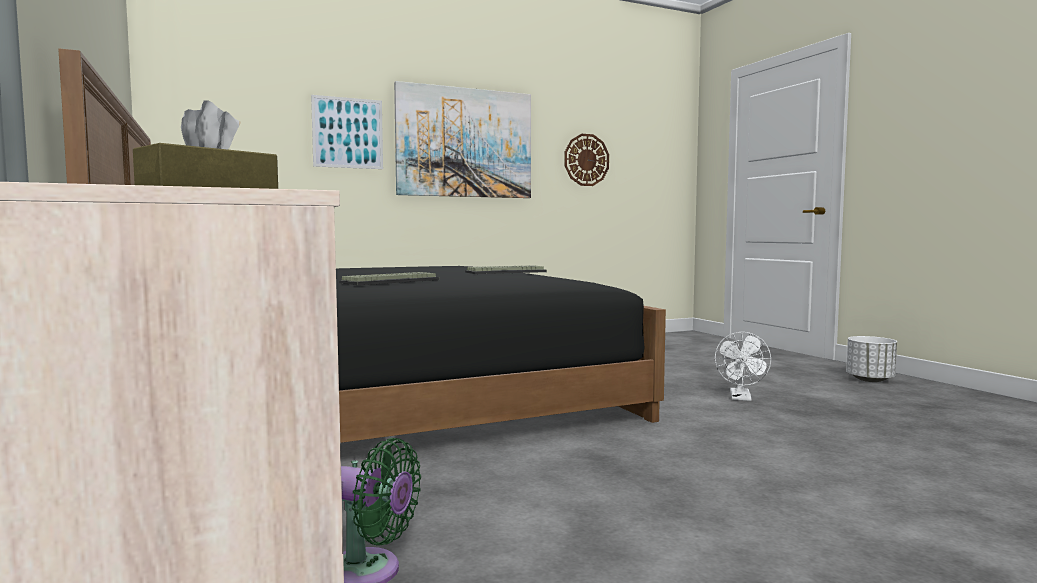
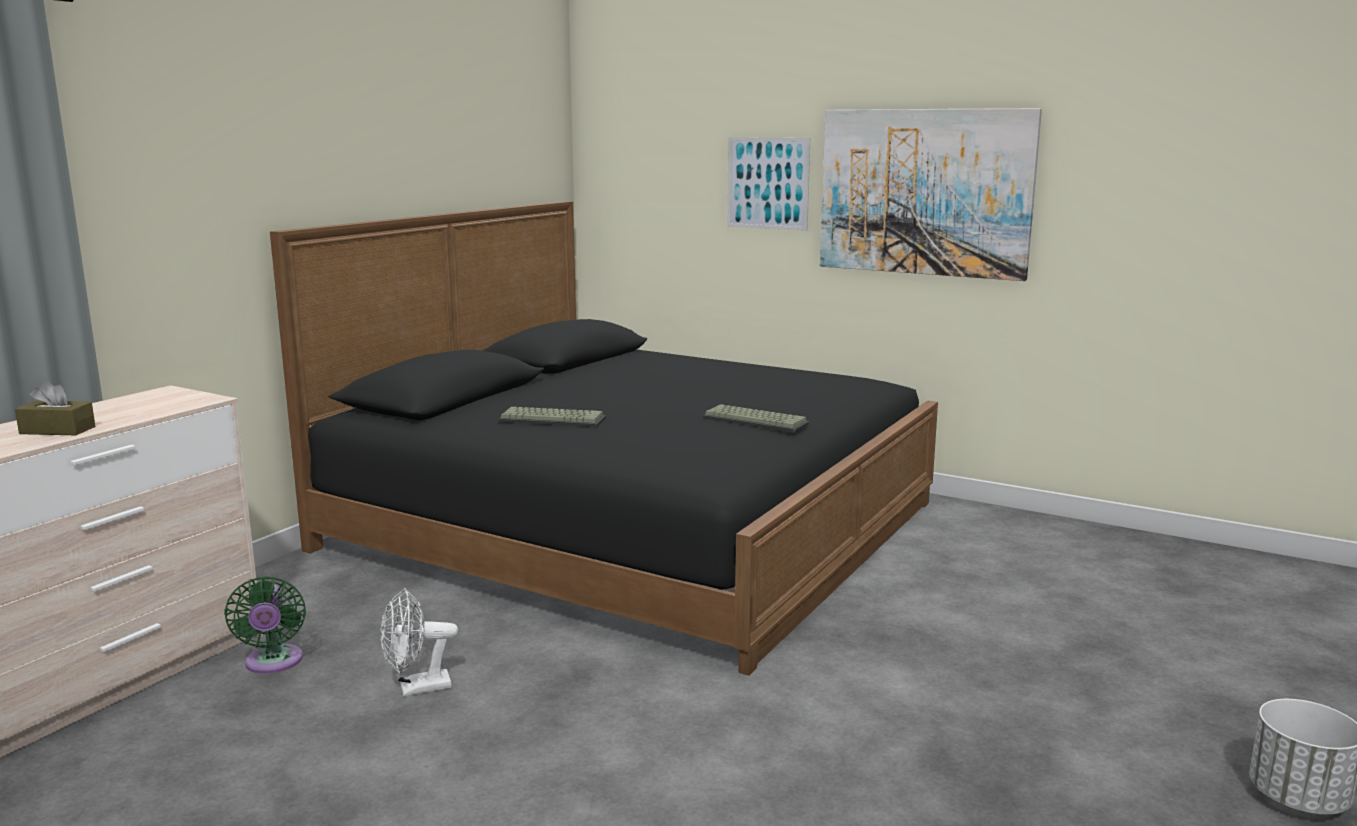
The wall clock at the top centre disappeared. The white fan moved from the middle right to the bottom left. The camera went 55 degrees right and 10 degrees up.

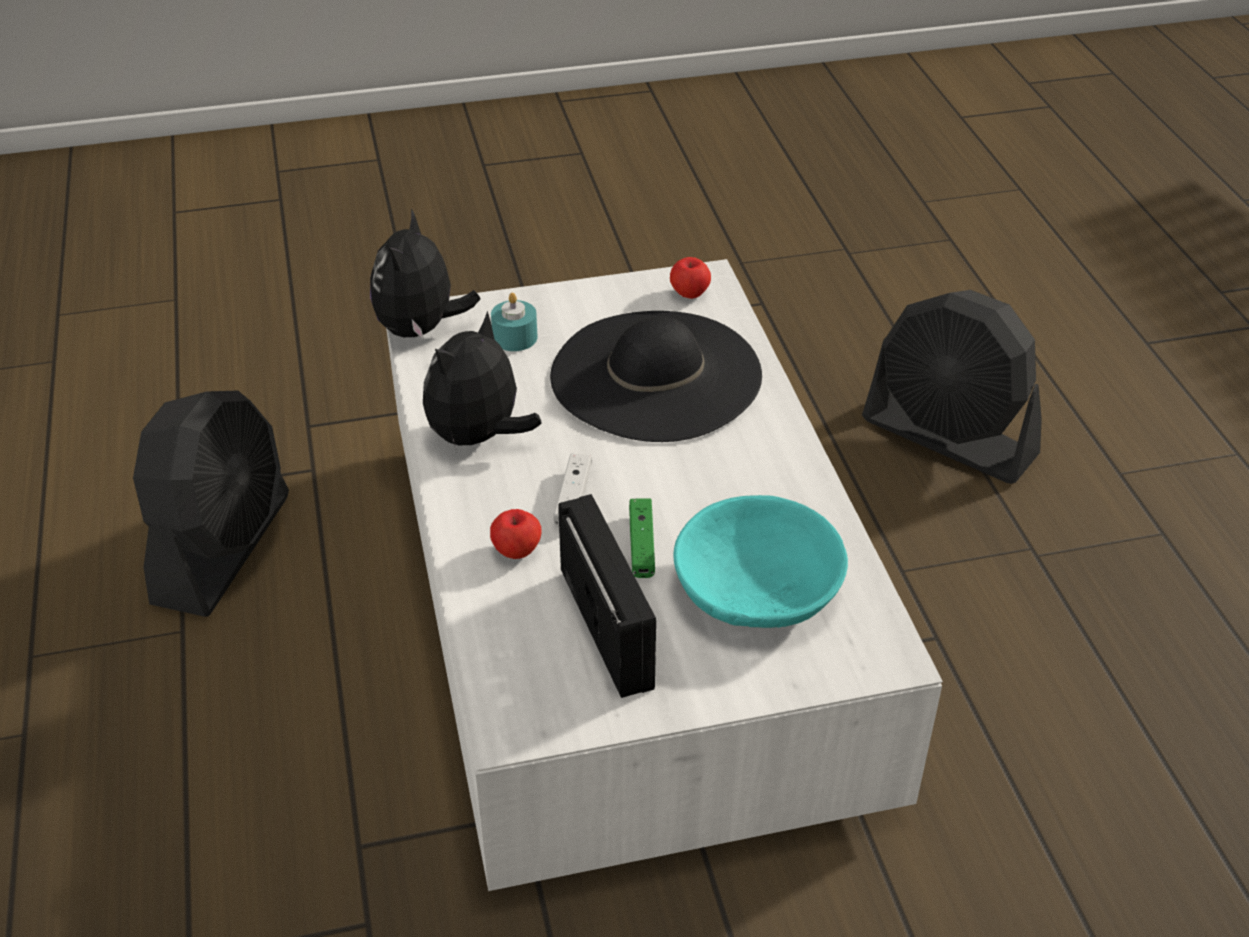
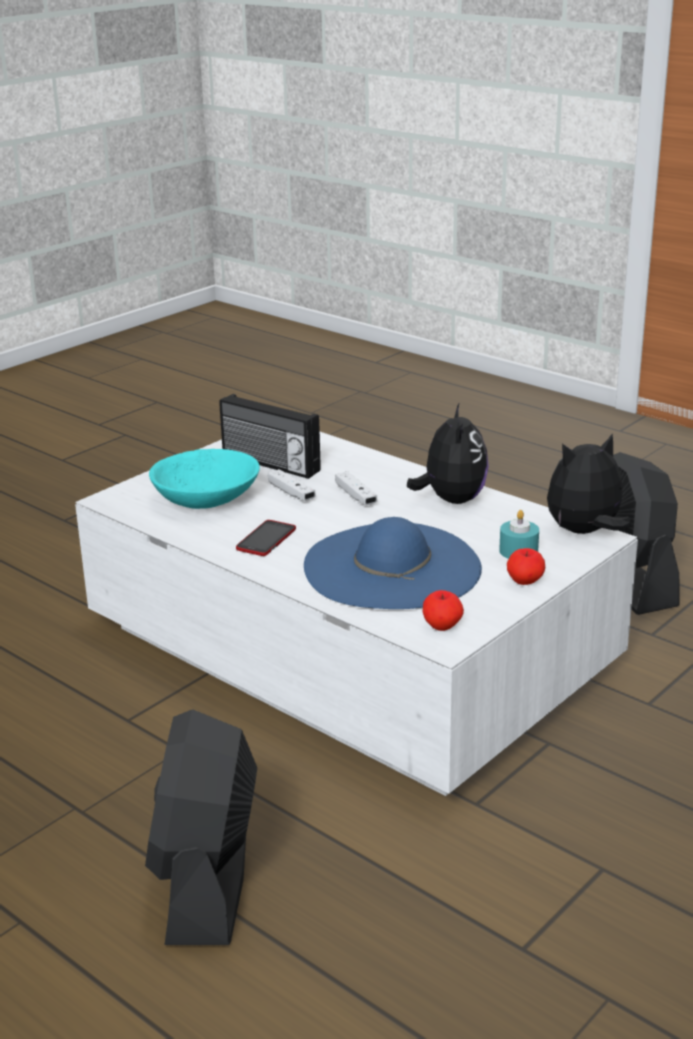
The phone at the centre appeared. The apple (1st from left in the first image) moved from the centre to the middle right. The black hat at the centre became the blue hat at the centre. The green game controller at the centre became the white game controller (1st from left) at the centre. The plush toy (1st from left in the first image) at the top centre turned 90 degrees counterclockwise. The black fan (2nd from left in the first image) at the middle right turned 90 degrees counterclockwise. The camera went 145 degrees right and 15 degrees down.

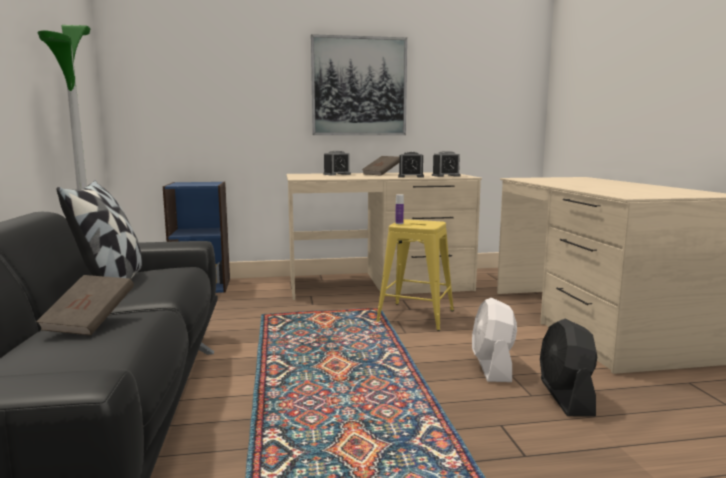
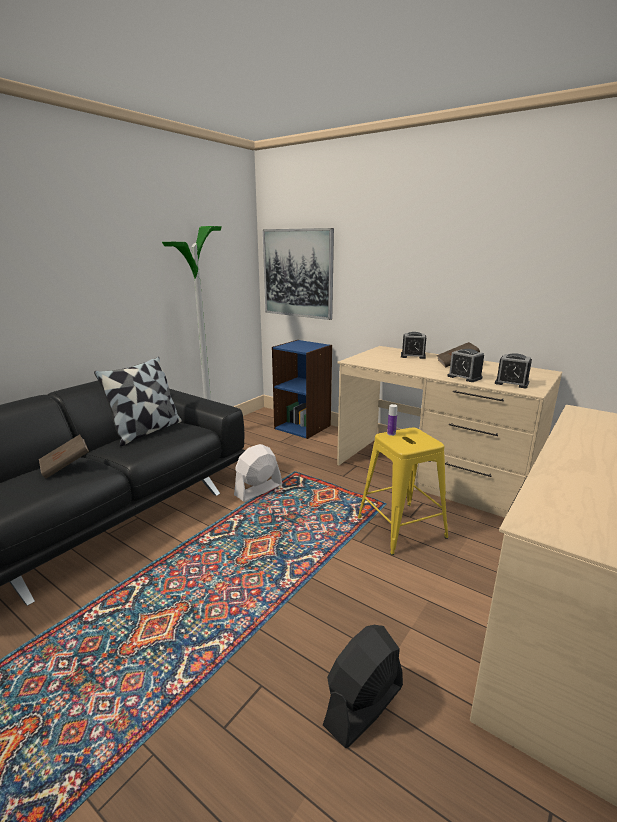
The picture moved from the top centre to the centre. The white fan moved from the bottom right to the centre. The camera went 45 degrees right and 10 degrees up.

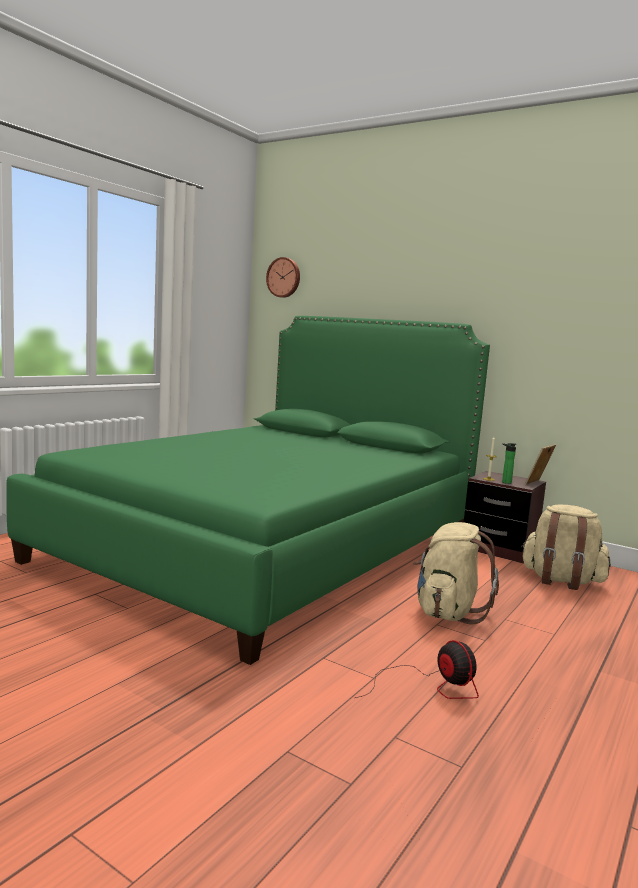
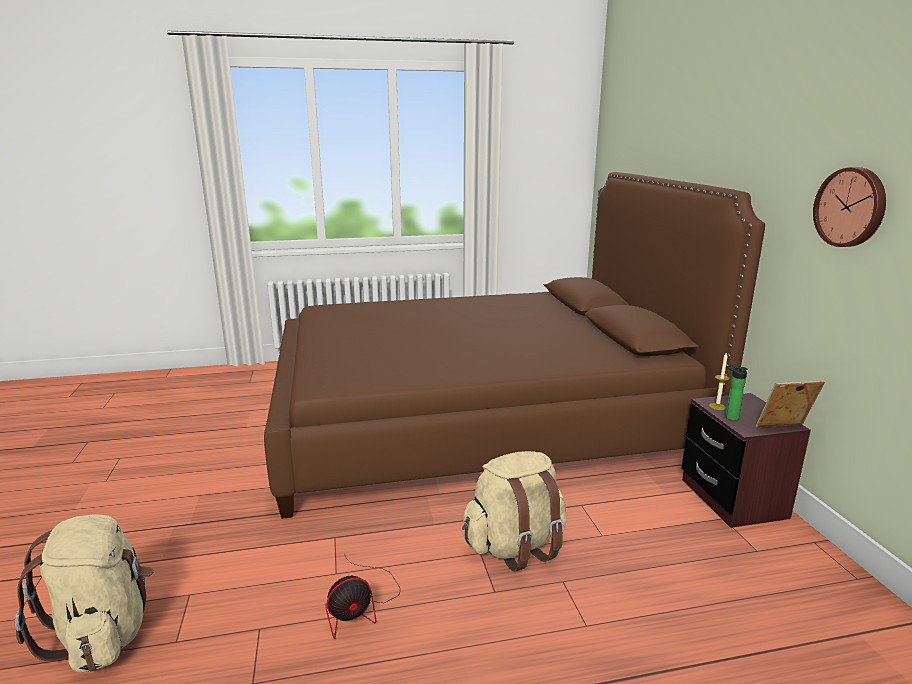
The wall clock moved from the top centre to the top right. The beige backpack (2nd from left in the first image) moved from the middle right to the bottom left. The green bed at the centre became the brown bed at the centre. The fan at the bottom centre turned 45 degrees clockwise. The camera went 45 degrees right and 10 degrees up.

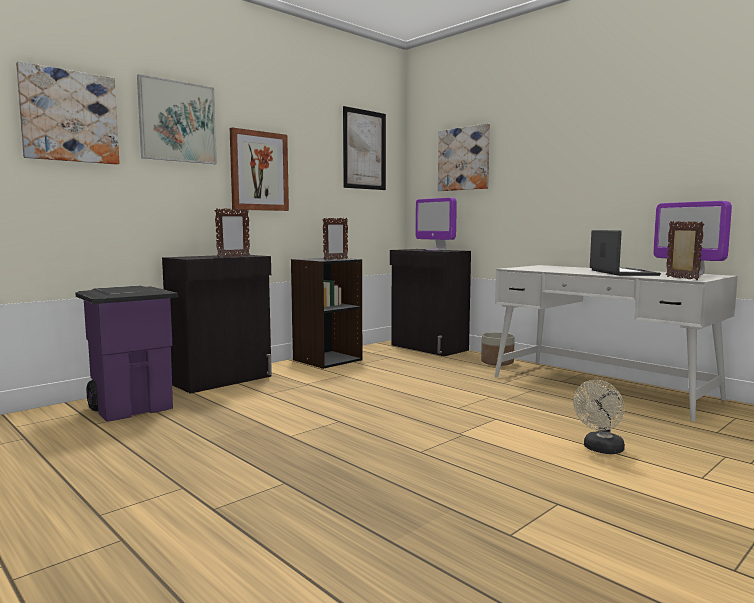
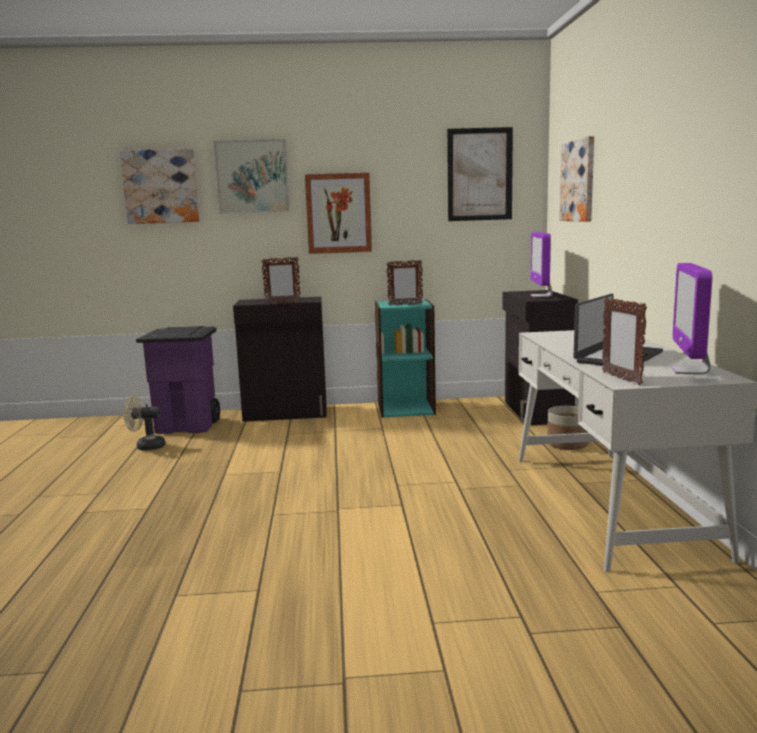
The beige fan moved from the bottom right to the middle left. The black bookcase at the centre became the turquoise bookcase at the centre. The picture frame (3rd from left) at the middle right turned 135 degrees clockwise. The camera went 40 degrees right and 5 degrees up.

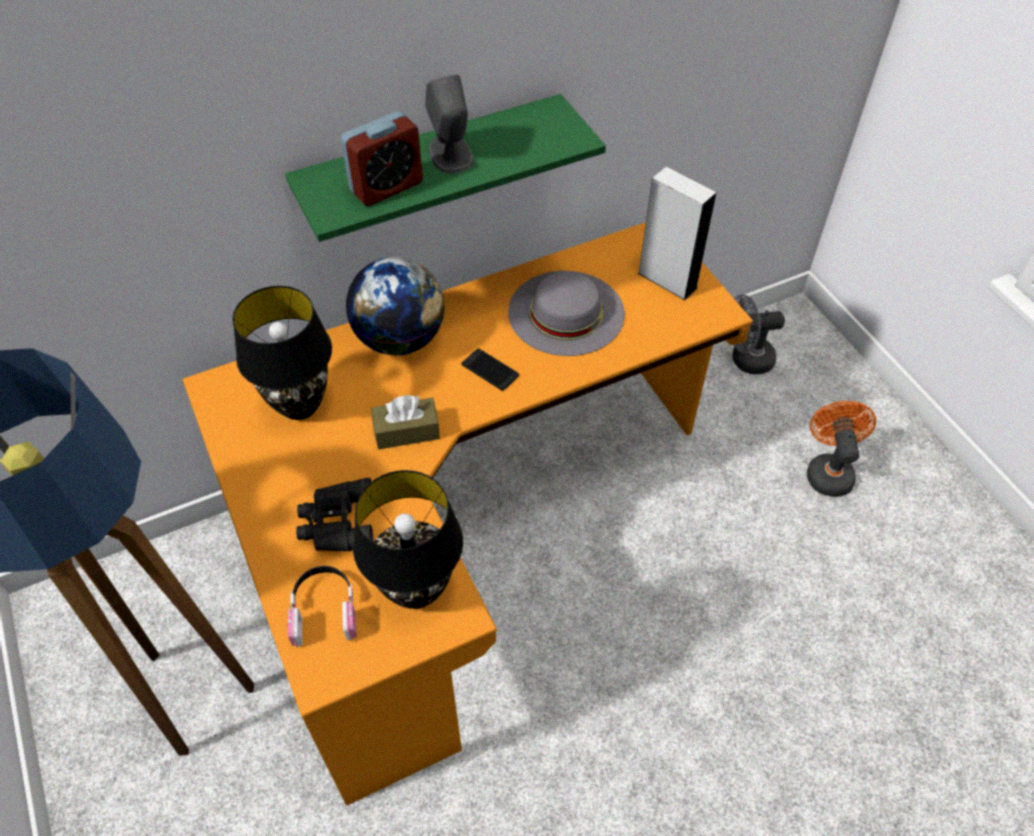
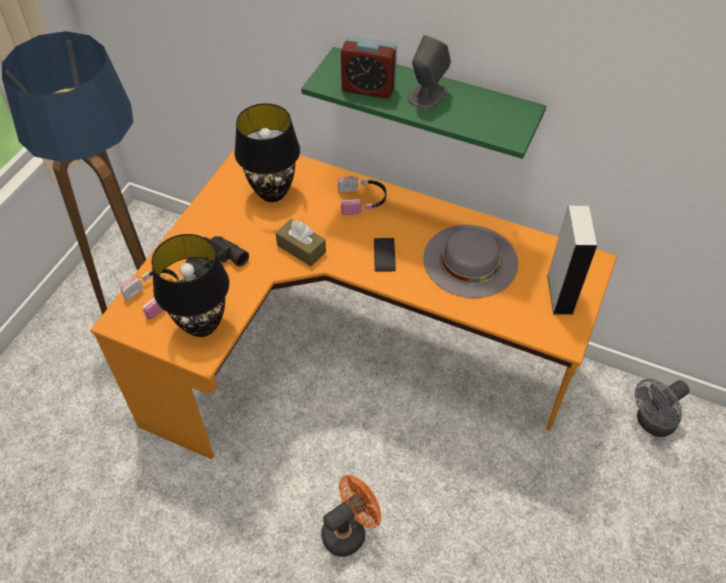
The orange fan moved from the middle right to the bottom centre. The globe at the centre was replaced by the headphones (2nd from left) at the centre. The grey fan at the middle right turned 75 degrees counterclockwise. The camera went 50 degrees right and 0 degrees up.

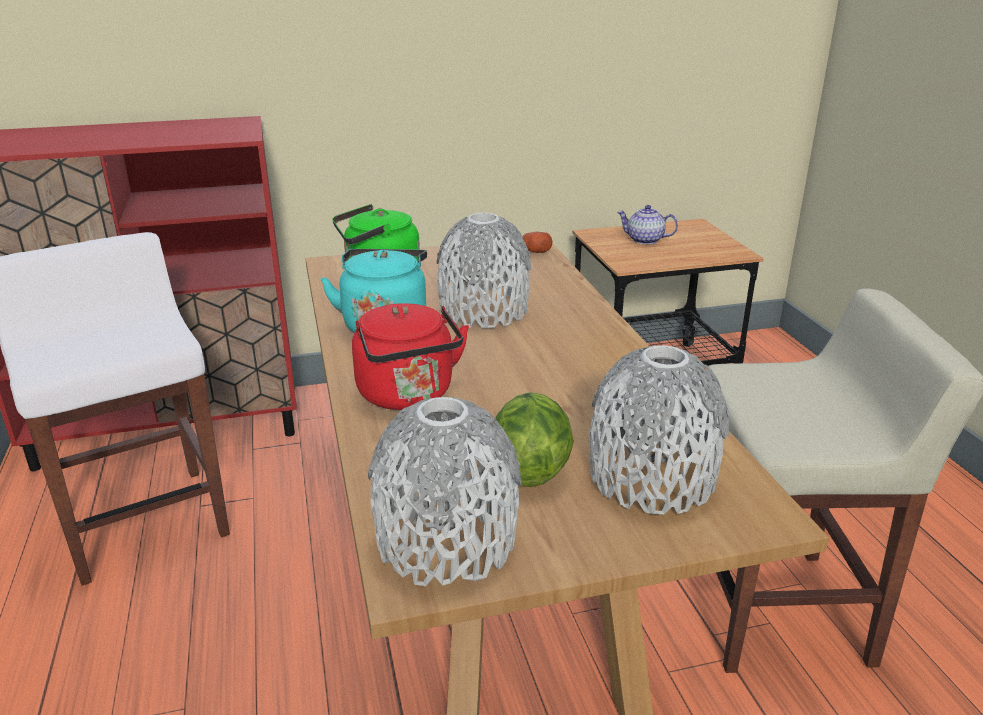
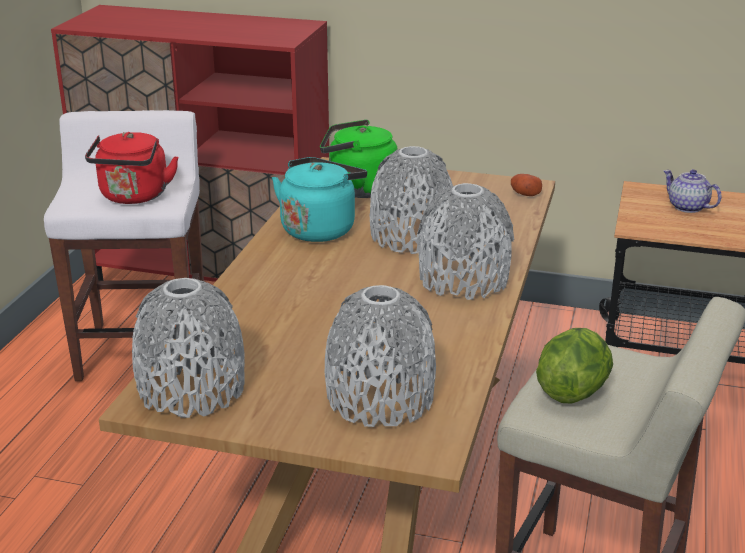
The grey vase (4th from left) at the centre appeared. The red kettle moved from the centre to the top left. The lettuce moved from the centre to the middle right. The camera went 30 degrees right and 0 degrees up.

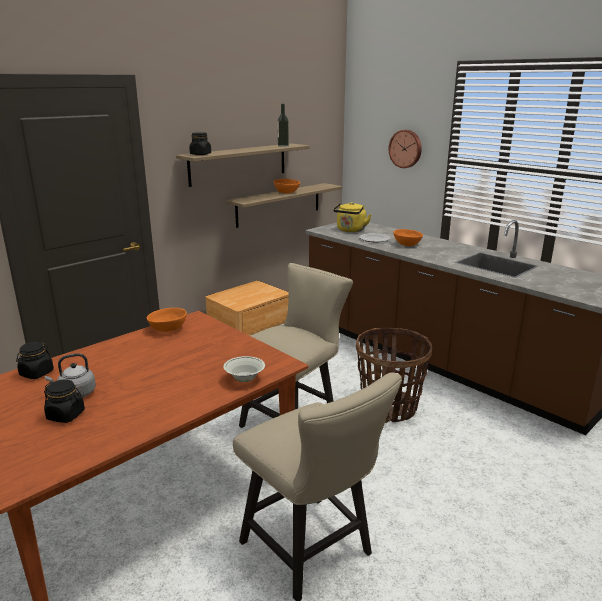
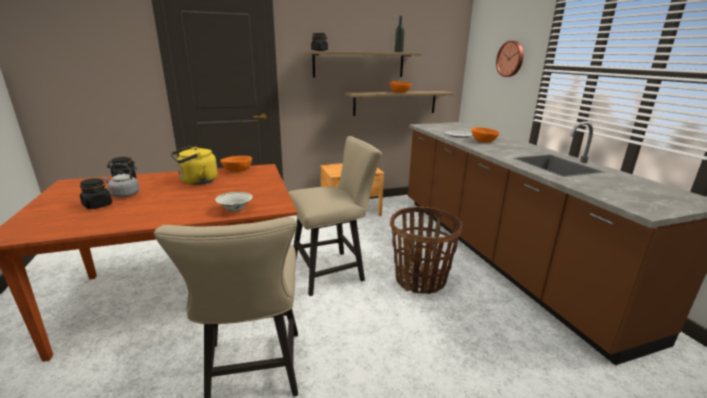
The yellow kettle moved from the centre to the middle left. The camera went 25 degrees right and 0 degrees up.

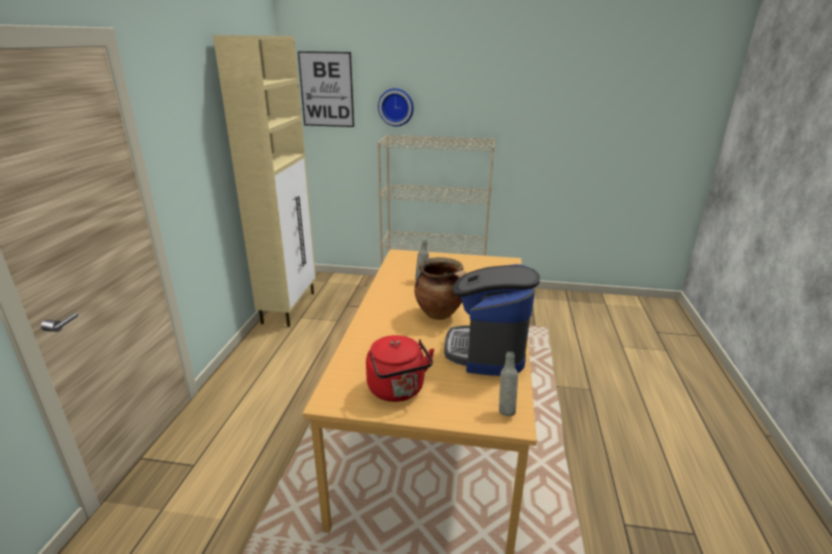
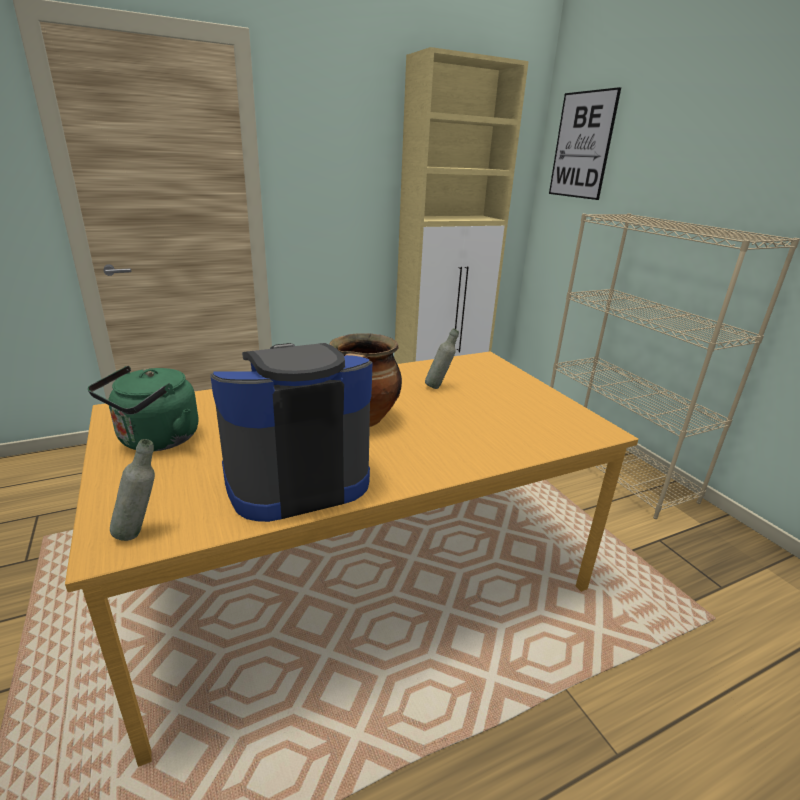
The wall clock at the top centre disappeared. The red kettle at the centre became the green kettle at the middle left. The camera went 55 degrees right and 0 degrees up.

